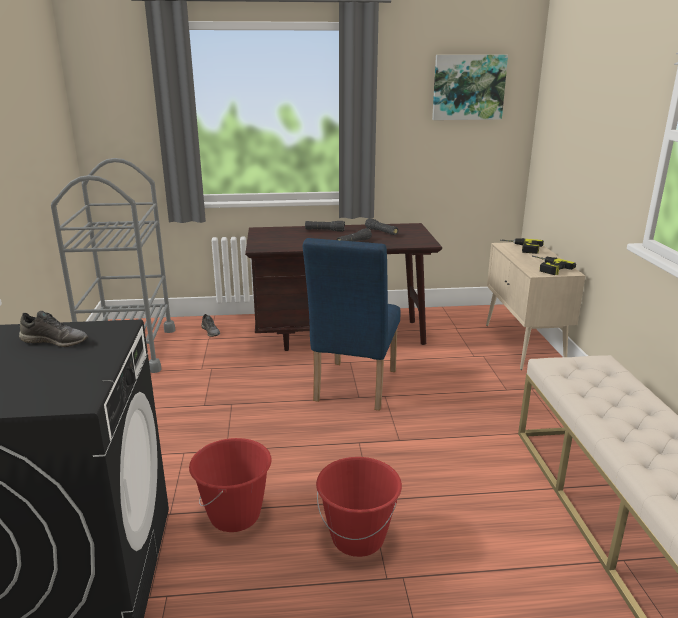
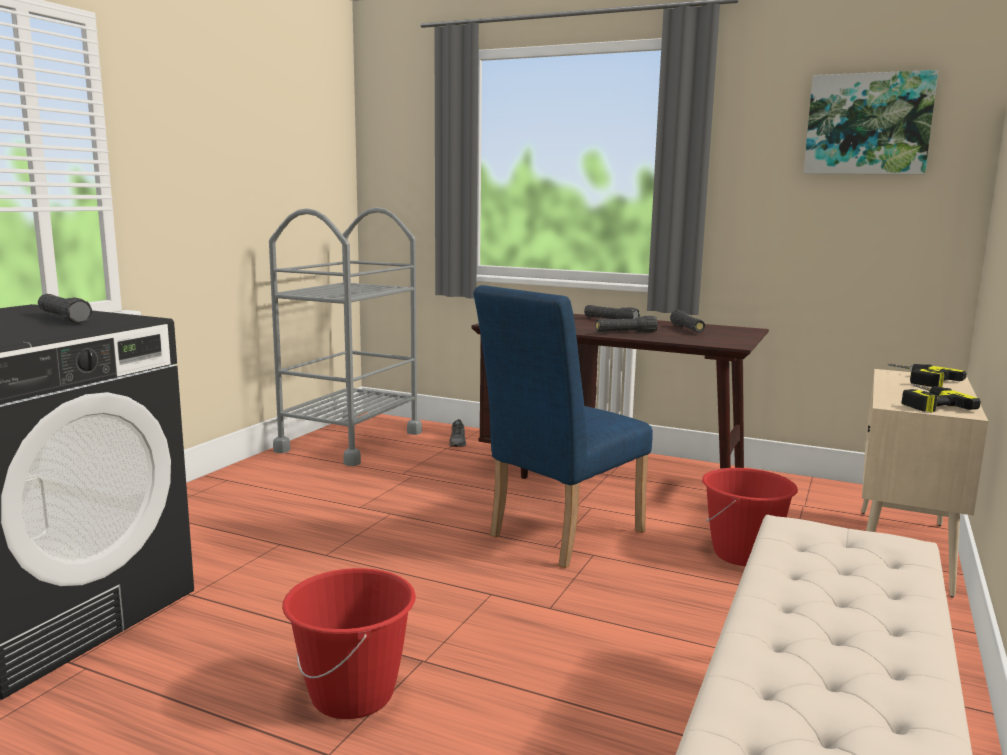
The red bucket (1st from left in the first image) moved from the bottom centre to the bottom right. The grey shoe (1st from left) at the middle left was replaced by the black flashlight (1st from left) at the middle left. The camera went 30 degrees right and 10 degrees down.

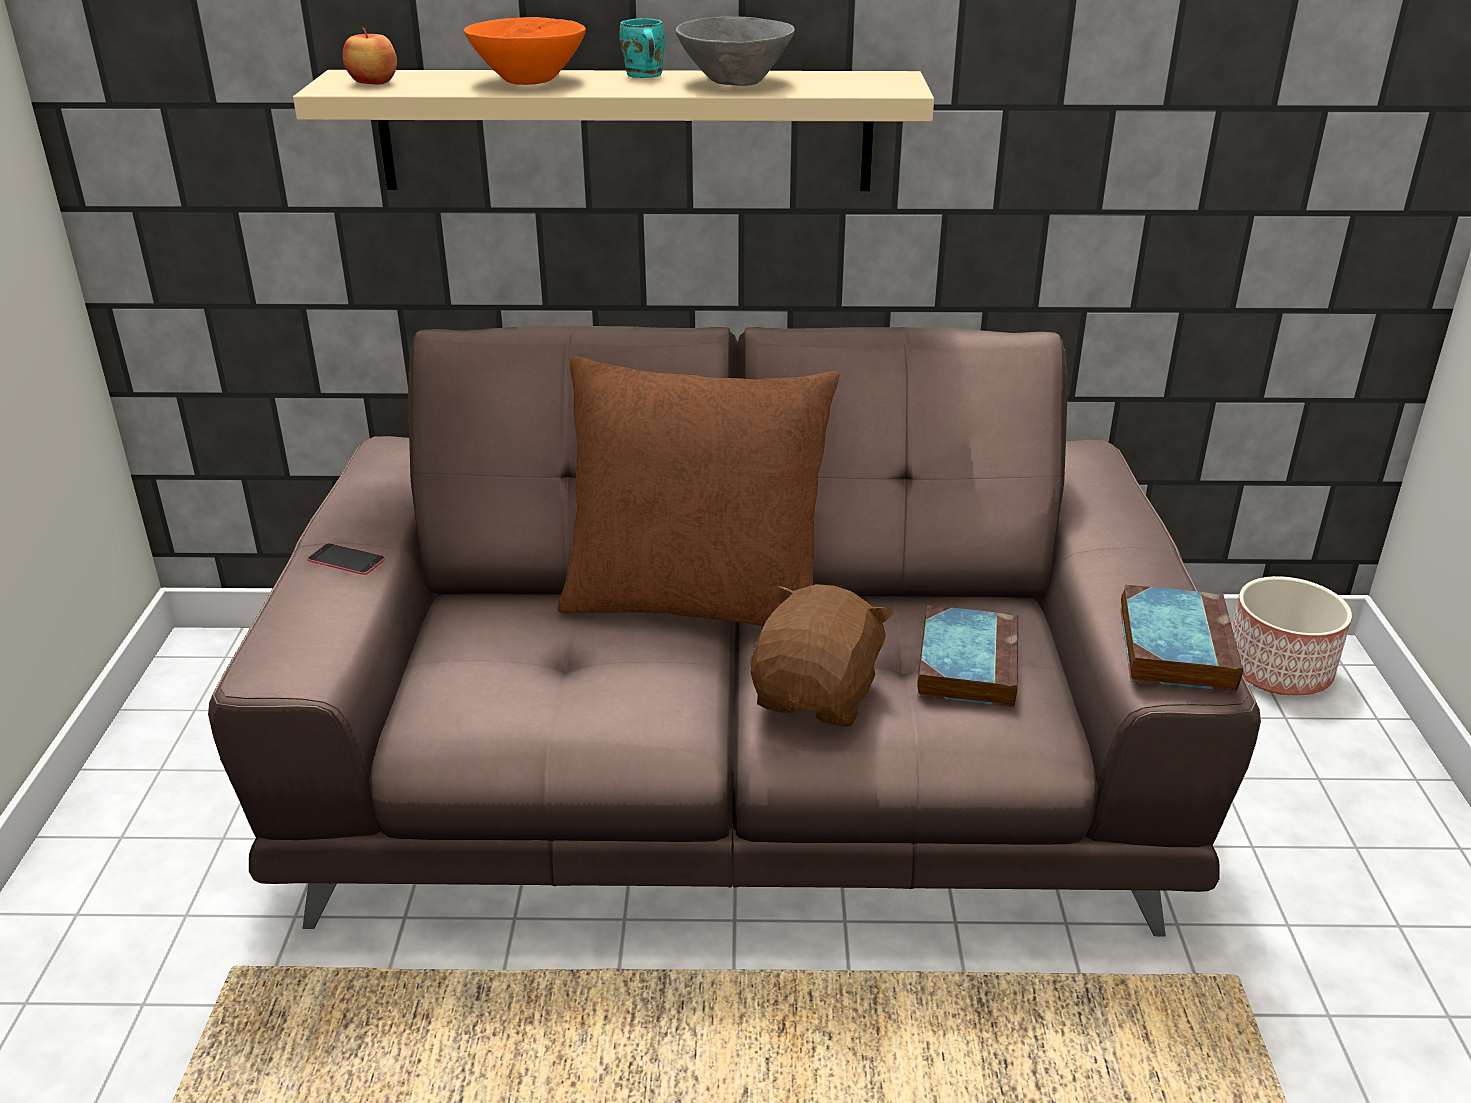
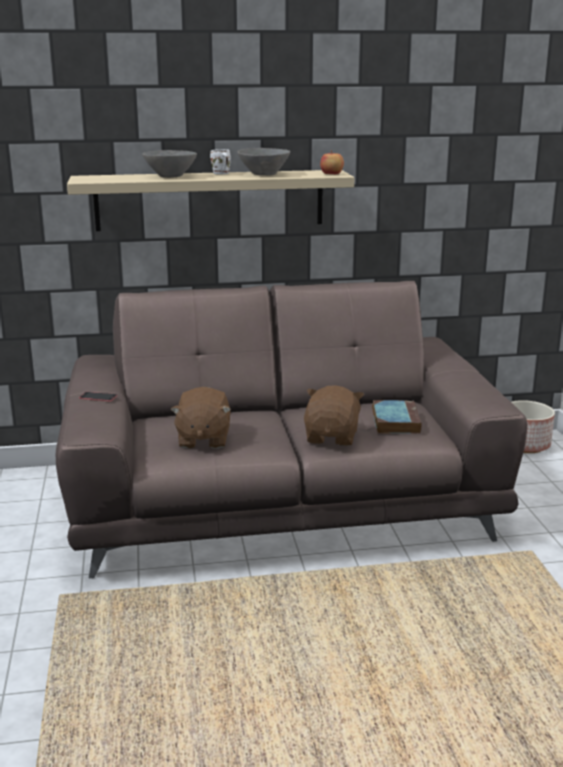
The brown pillow at the centre disappeared. The book (2nd from left) at the middle right disappeared. The brown plush toy (1st from left) at the centre appeared. The apple moved from the top left to the top centre. The orange bowl at the top centre became the grey bowl (1st from left) at the top left. The turquoise mug at the top centre became the white mug at the top centre. The camera went 10 degrees left and 10 degrees down.

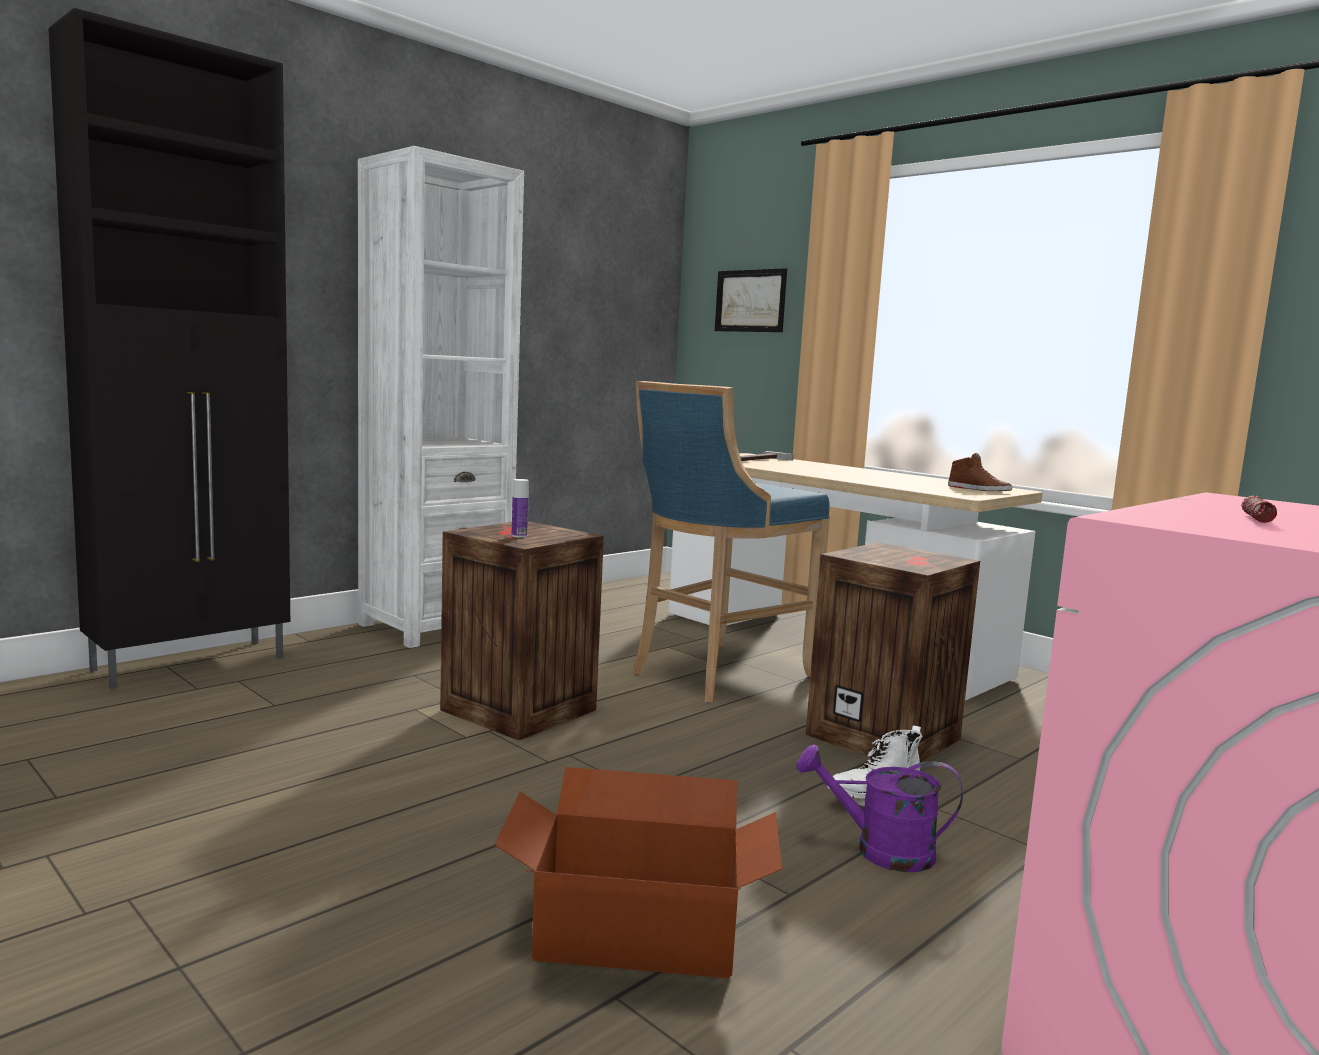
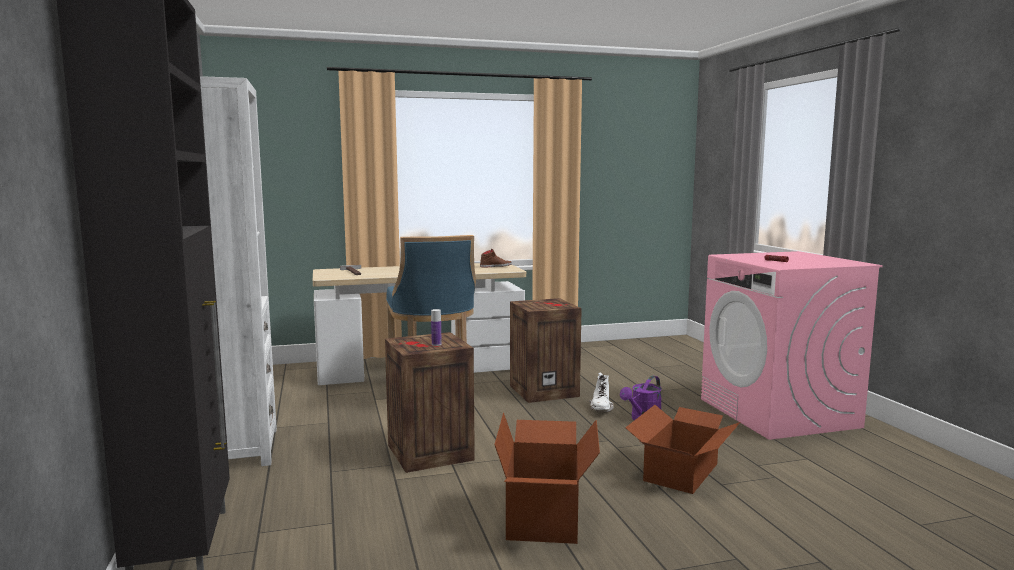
The picture at the top centre disappeared. The cardboard box (1st from left) at the bottom centre appeared. The camera went 60 degrees left and 0 degrees up.

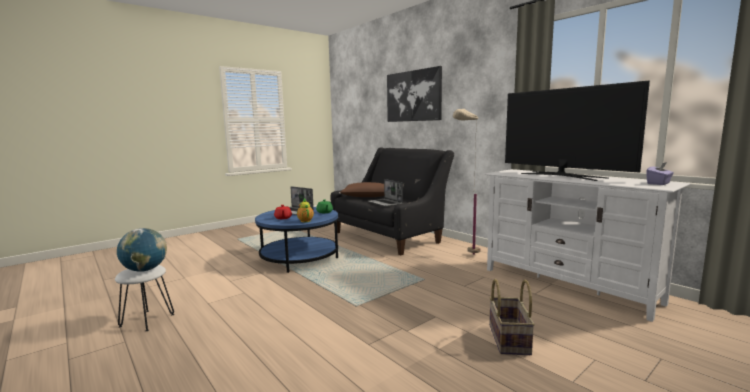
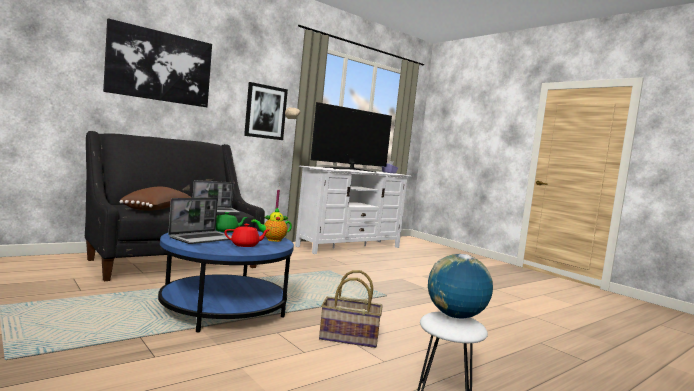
The picture (2nd from left) at the top centre appeared. The basket moved from the bottom right to the bottom centre. The camera went 90 degrees left and 5 degrees down.

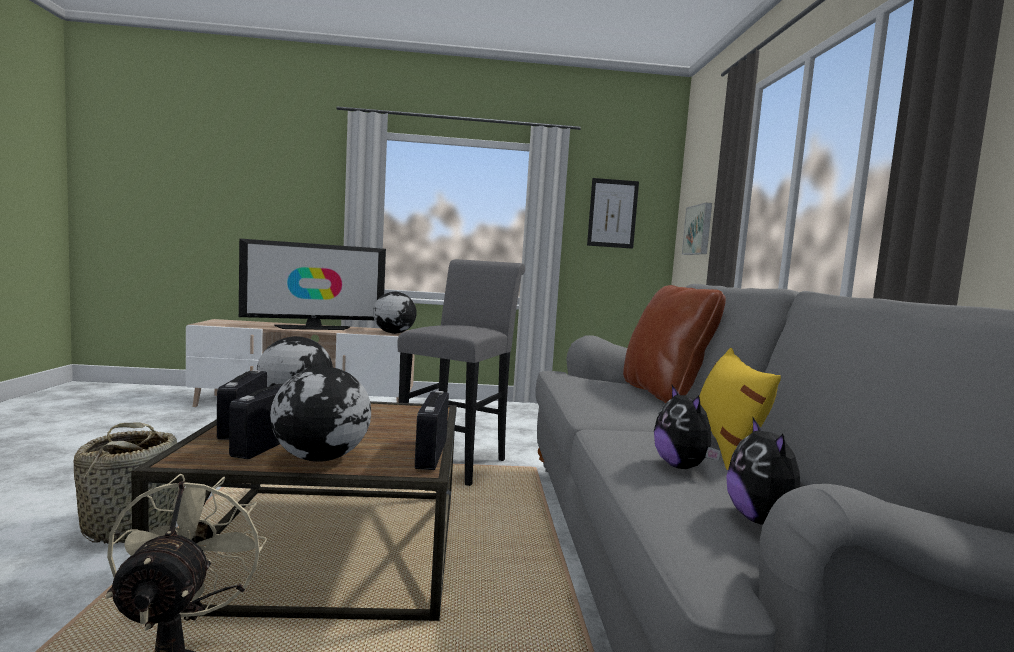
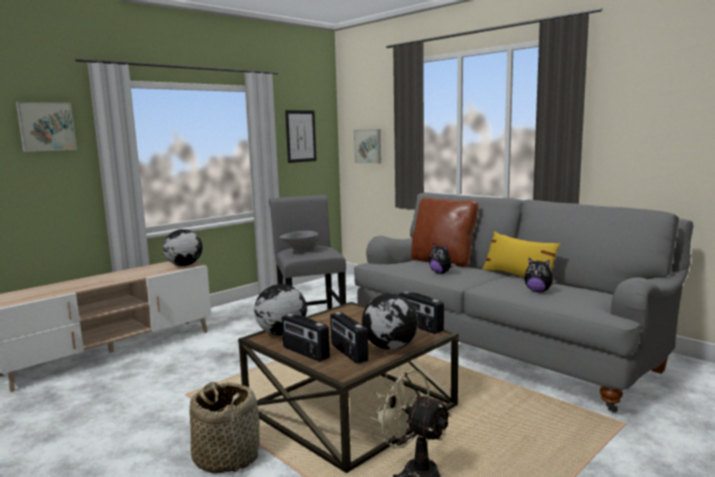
The television at the middle left disappeared. The picture (1st from left) at the top left appeared. The grey bowl at the centre appeared. The plush toy (2nd from left in the first image) moved from the bottom right to the centre. The camera went 40 degrees left and 5 degrees up.

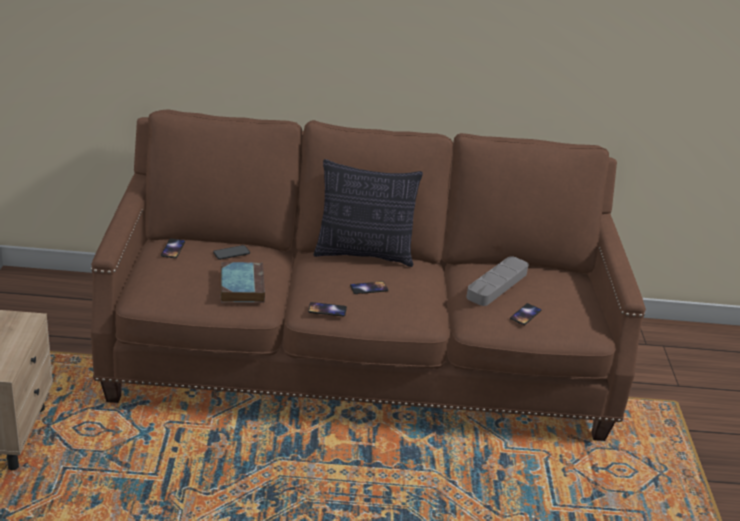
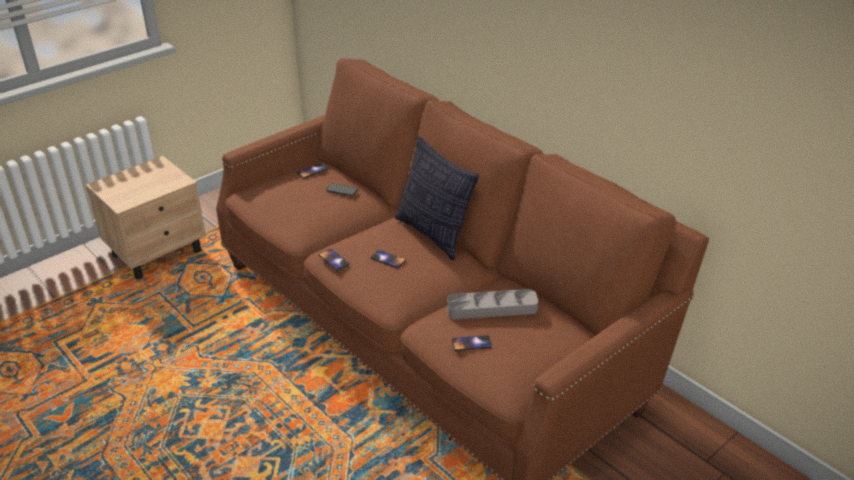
The book at the middle left disappeared. The camera went 50 degrees right and 5 degrees up.

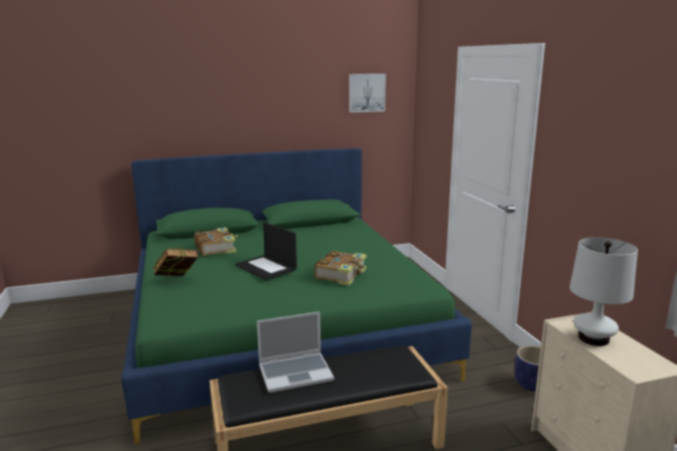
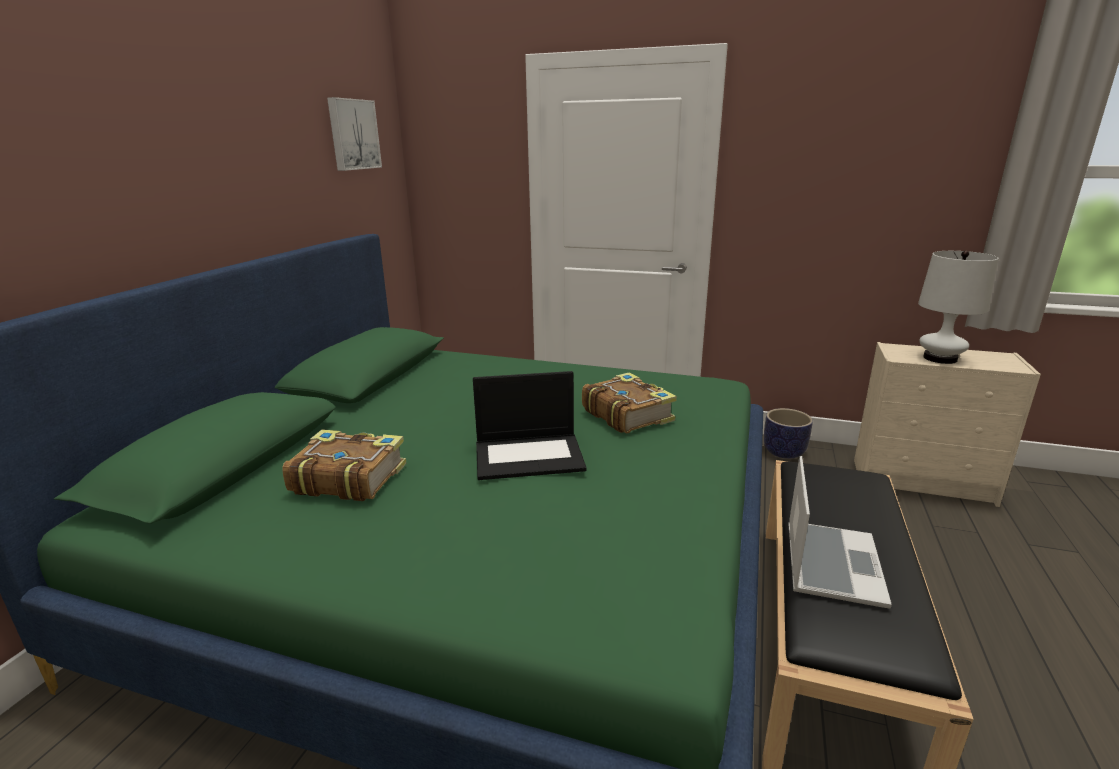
The book (1st from left) at the middle left disappeared. The camera went 55 degrees left and 5 degrees up.

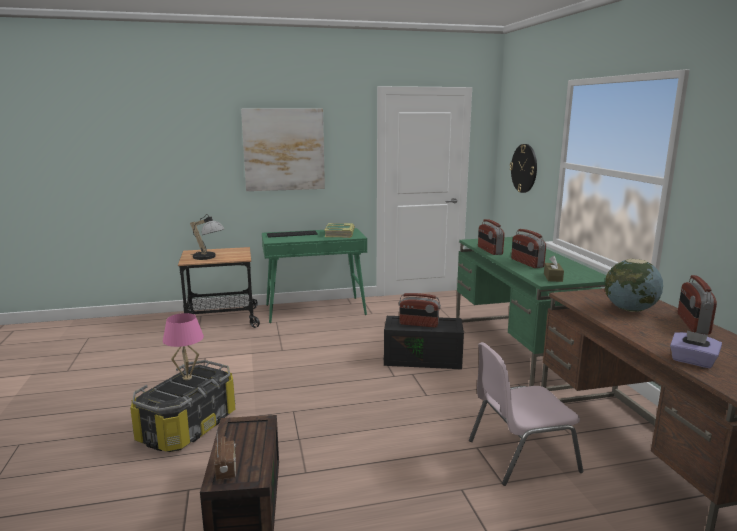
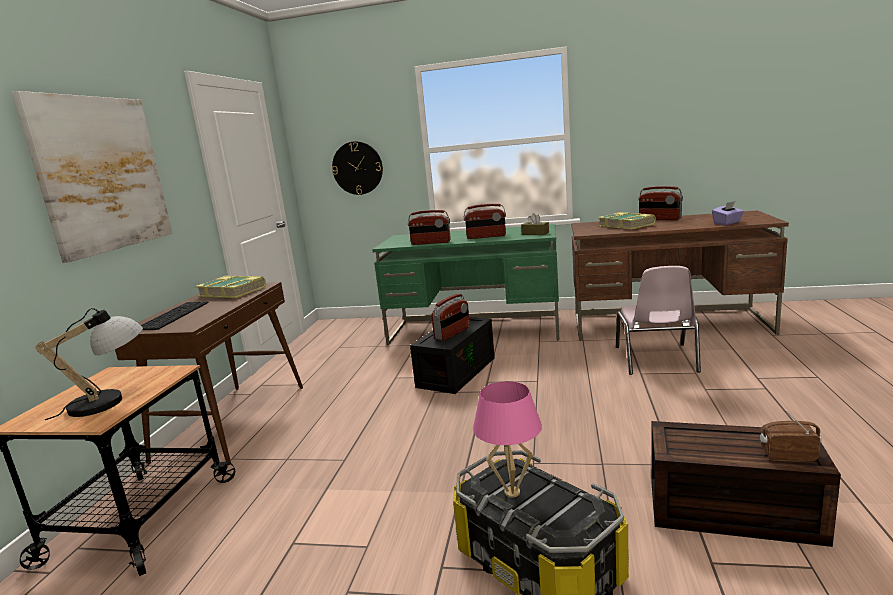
The globe at the middle right was replaced by the book (2nd from left) at the middle right. The green console table at the centre became the brown console table at the middle left. The camera went 65 degrees left and 0 degrees up.

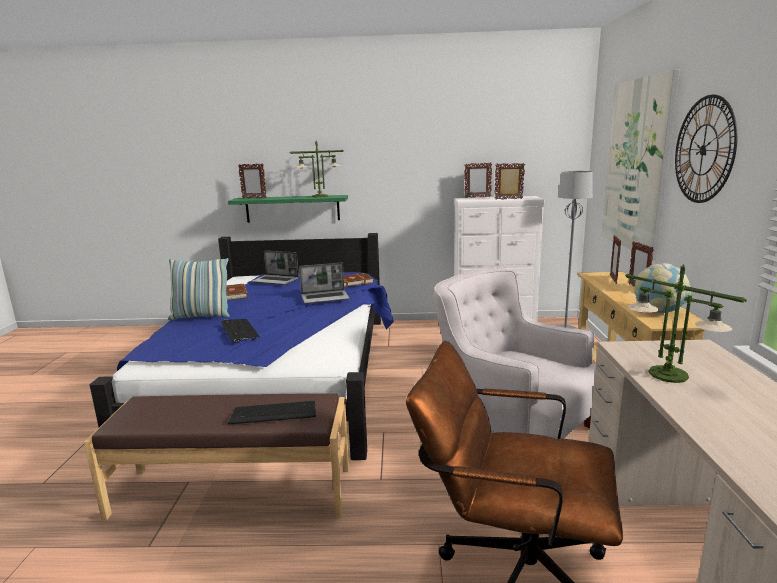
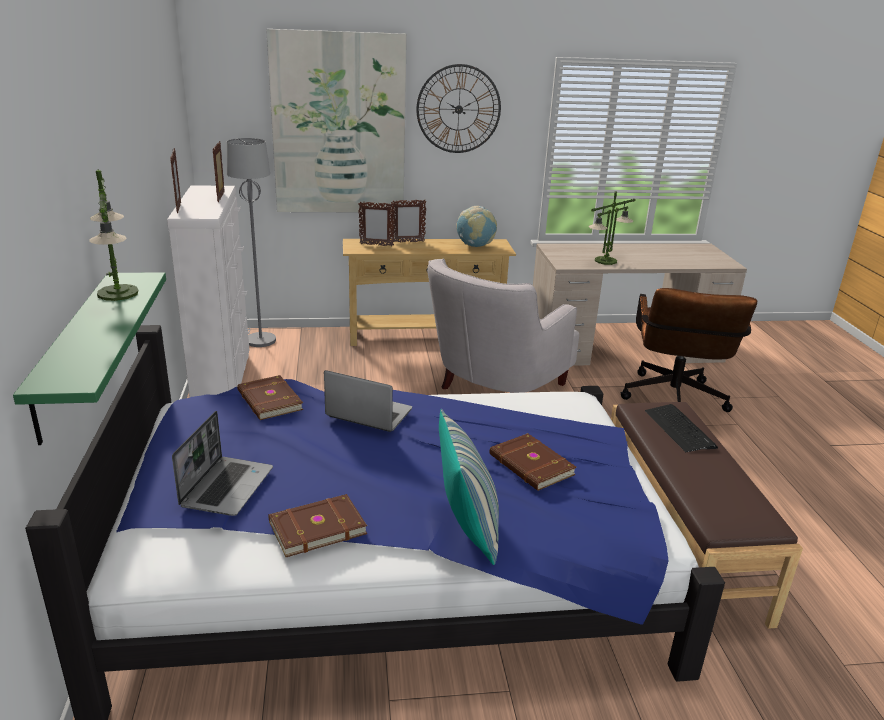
The picture frame (1st from left) at the top left disappeared. The keyboard (1st from left) at the middle left was replaced by the brown book (3rd from left) at the centre. The laptop (2nd from left) at the centre turned 45 degrees counterclockwise. The camera went 100 degrees left and 10 degrees up.

